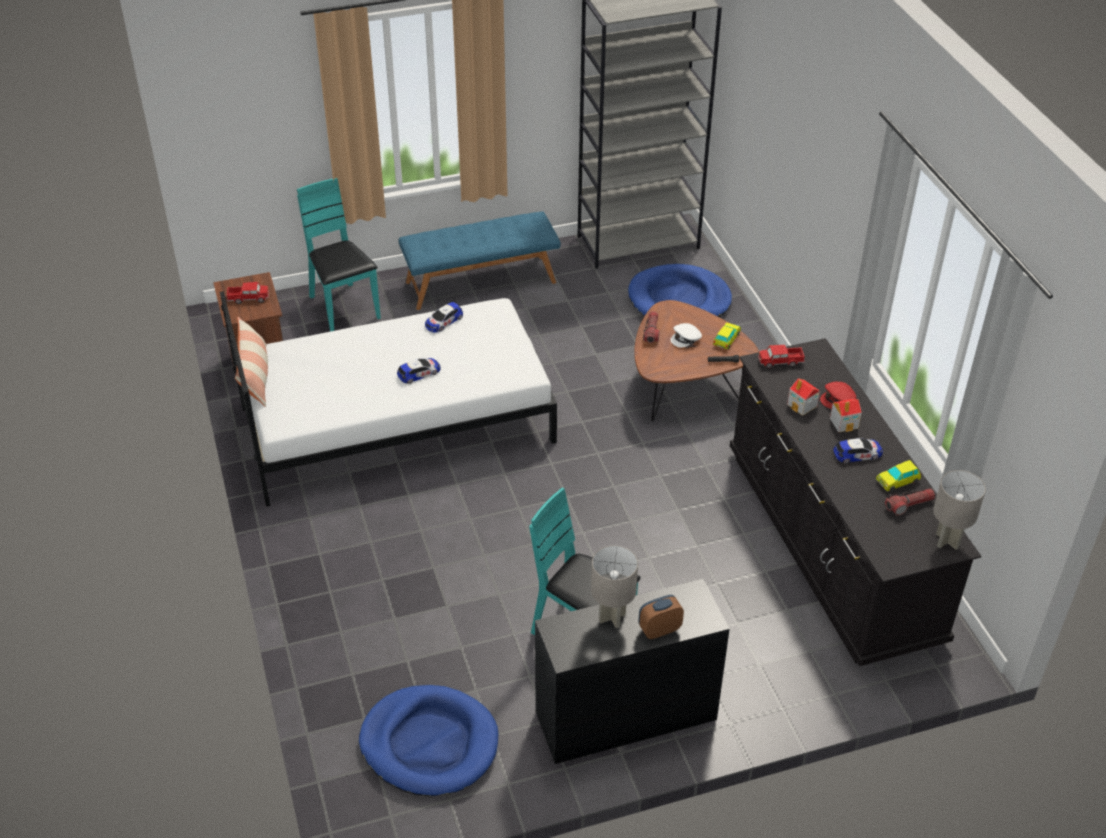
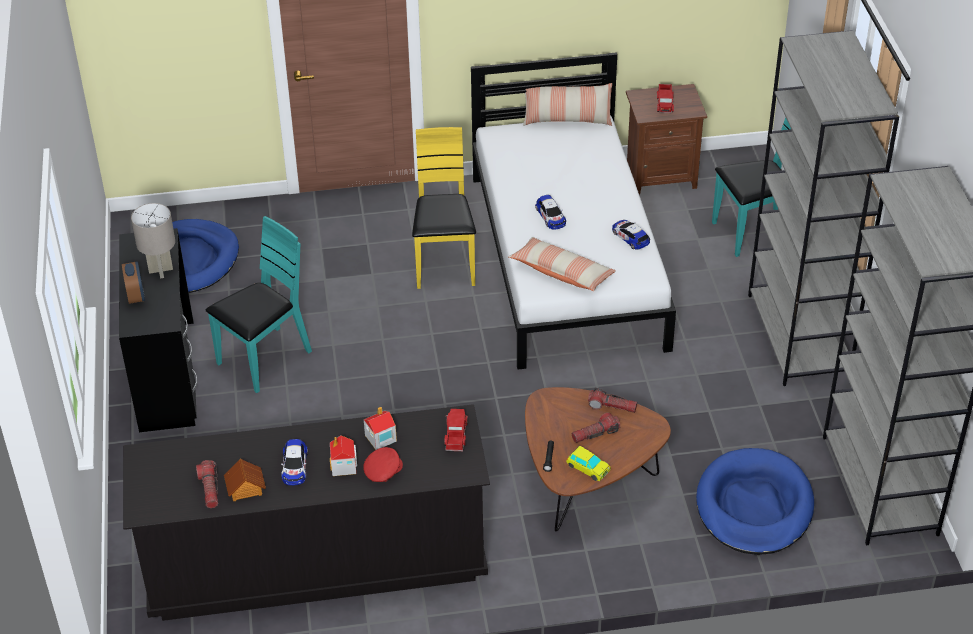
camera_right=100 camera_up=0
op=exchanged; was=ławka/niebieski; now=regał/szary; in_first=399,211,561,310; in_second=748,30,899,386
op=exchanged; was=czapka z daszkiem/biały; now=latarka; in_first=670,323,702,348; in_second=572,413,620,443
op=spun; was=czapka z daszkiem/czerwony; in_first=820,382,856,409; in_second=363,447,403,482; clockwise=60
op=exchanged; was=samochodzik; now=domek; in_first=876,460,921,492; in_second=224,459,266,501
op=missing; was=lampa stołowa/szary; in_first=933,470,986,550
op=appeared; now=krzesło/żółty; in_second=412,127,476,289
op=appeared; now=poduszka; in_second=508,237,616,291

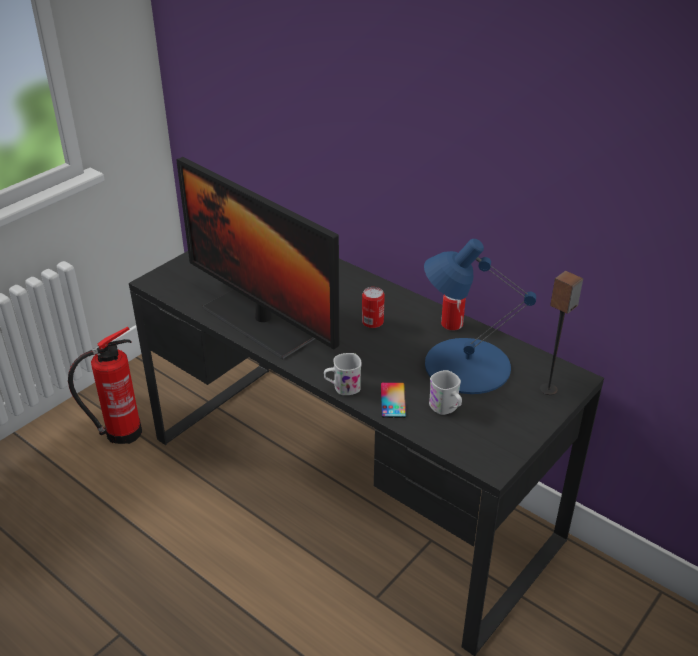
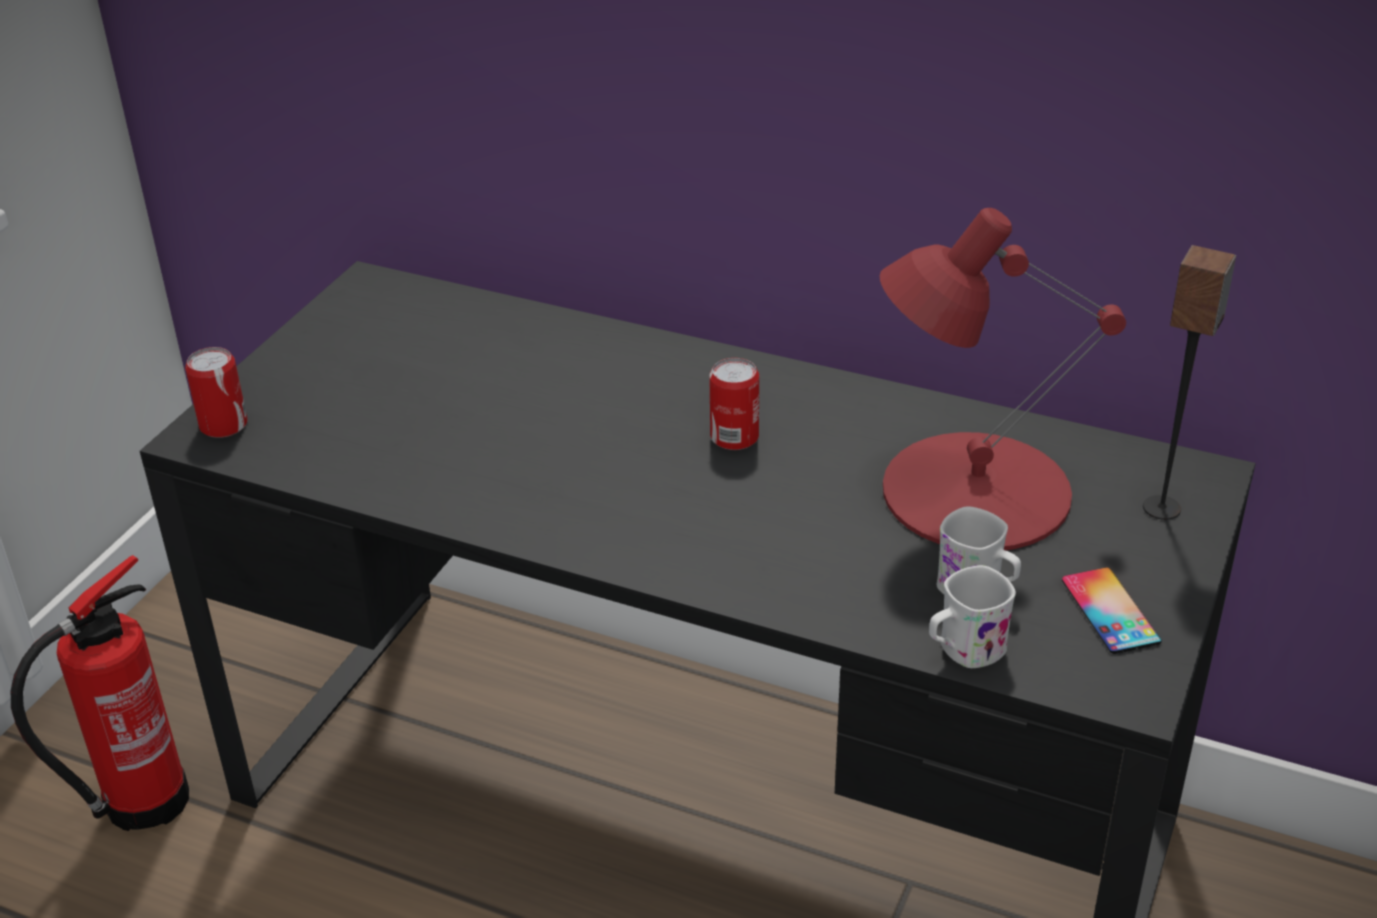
camera_right=-15 camera_up=0
op=missing; was=monitor; in_first=176,157,340,359
op=colour; was=lampa stołowa/niebieski; now=lampa stołowa/czerwony; in_first=424,239,536,394; in_second=880,208,1126,550
op=relocated; was=puszka; in_first=441,295,466,331; in_second=185,347,248,438
op=relocated; was=kubek/biały; in_first=324,353,362,395; in_second=929,565,1016,668
op=relocated; was=telefon; in_first=381,382,407,418; in_second=1062,567,1162,654

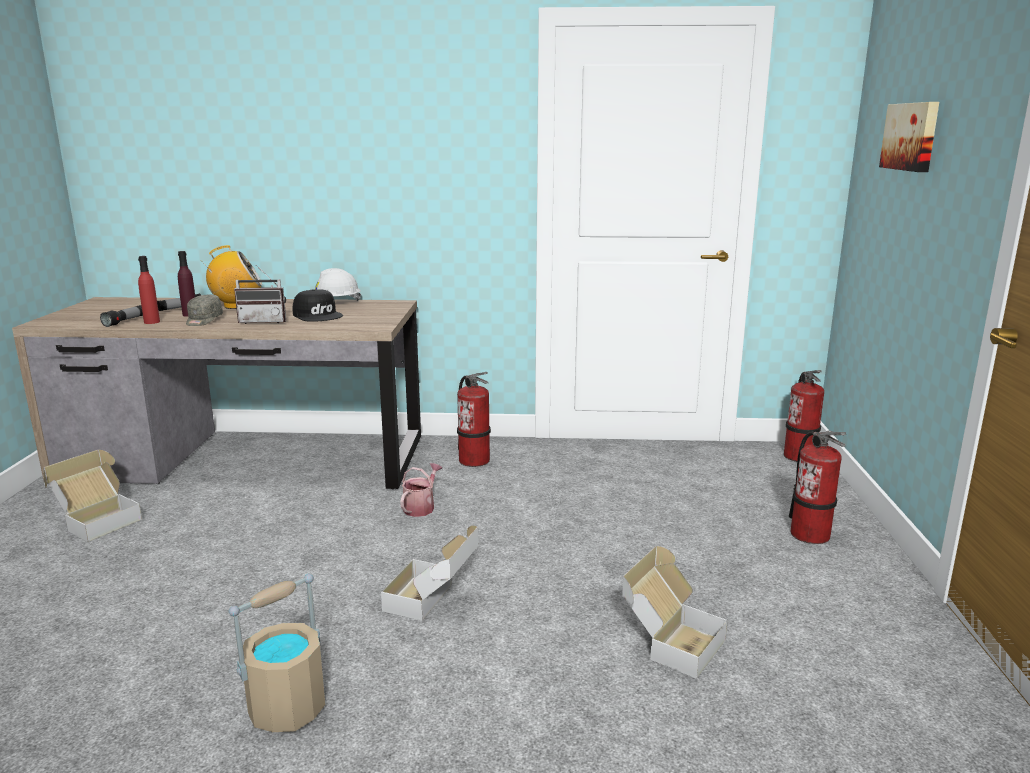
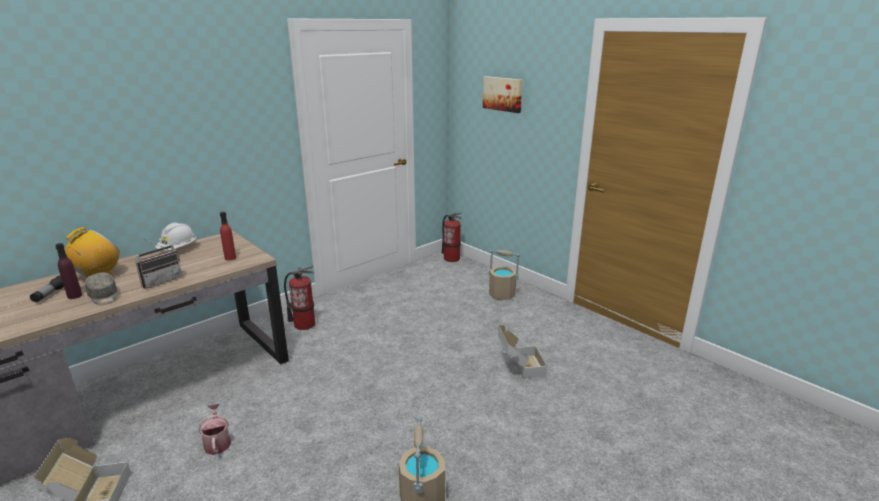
camera_right=-45 camera_up=5
op=relocated; was=butelka/czerwony; in_first=138,256,160,324; in_second=220,212,236,261
op=missing; was=czapka z daszkiem/czarny; in_first=293,289,343,322
op=missing; was=latarka; in_first=100,305,143,327
op=exchanged; was=gaśnica; now=wiadro/beżowy; in_first=789,431,846,544; in_second=489,249,520,300
op=relocated; was=konewka; in_first=400,463,442,517; in_second=198,404,231,455
op=missing; was=karton; in_first=381,526,478,621

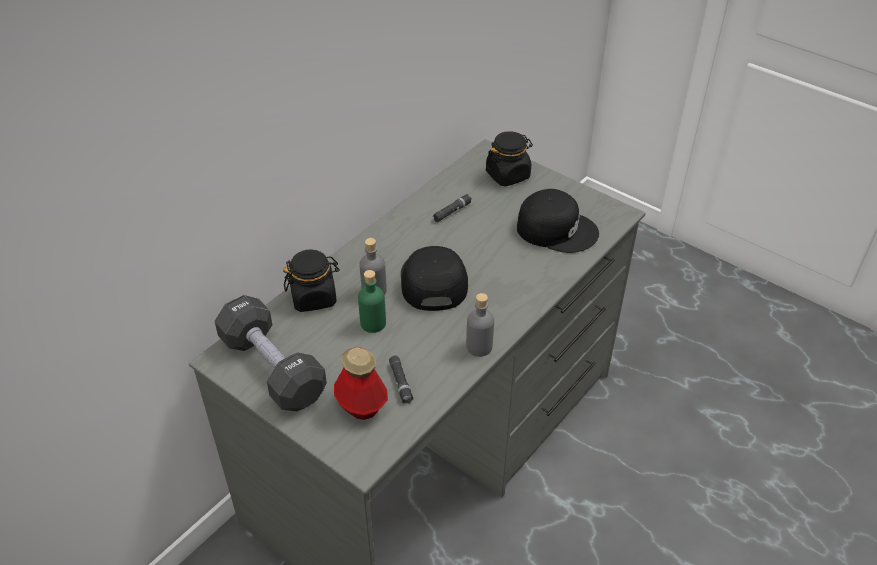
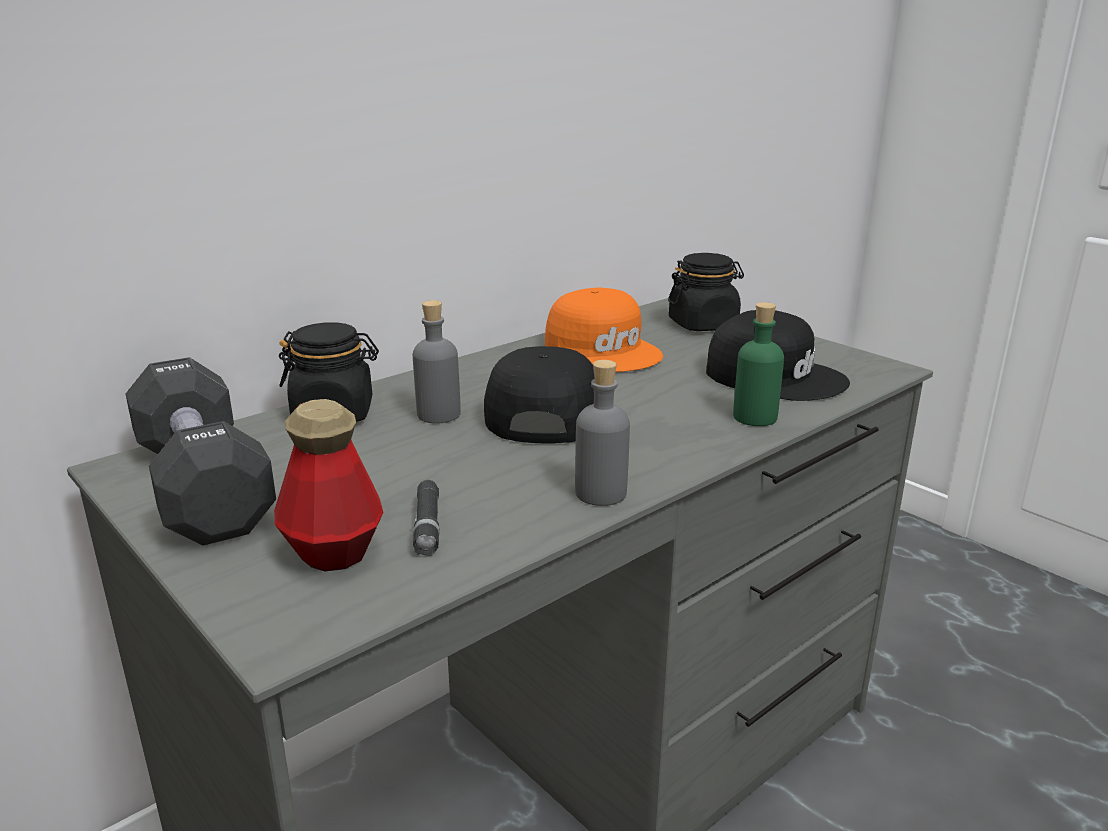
camera_right=10 camera_up=-20
op=exchanged; was=latarka/czarny; now=czapka z daszkiem/pomarańczowy; in_first=433,194,472,222; in_second=545,288,663,372
op=relocated; was=butelka/zielony; in_first=358,270,386,333; in_second=733,302,784,426

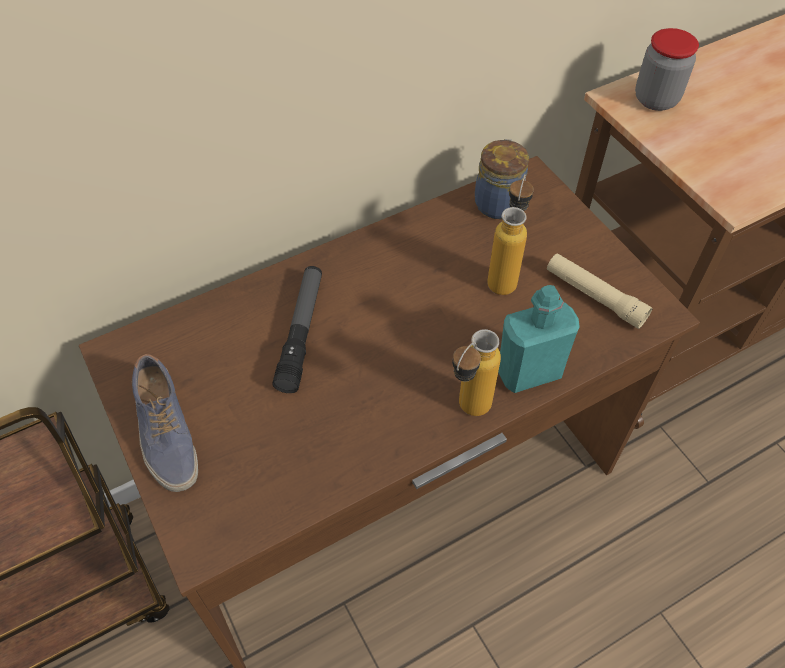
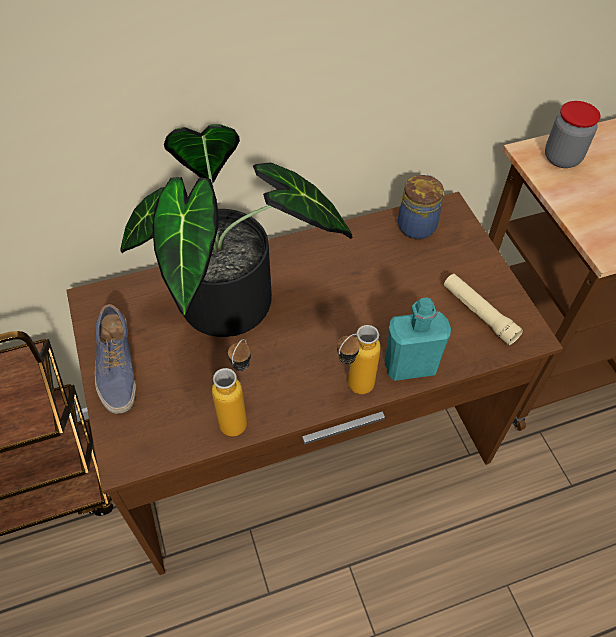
camera_right=10 camera_up=0
op=relocated; was=butelka; in_first=487,174,534,295; in_second=212,339,251,437
op=exchanged; was=latarka; now=roślina doniczkowa; in_first=272,266,322,393; in_second=120,124,352,337

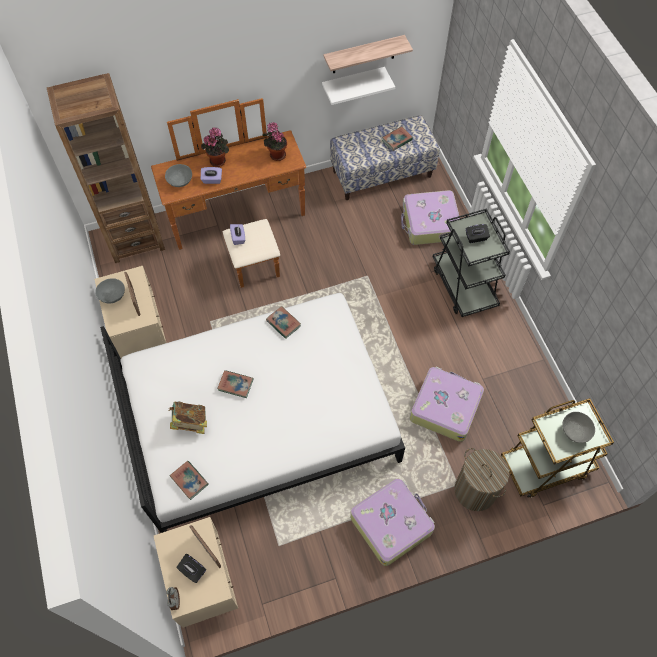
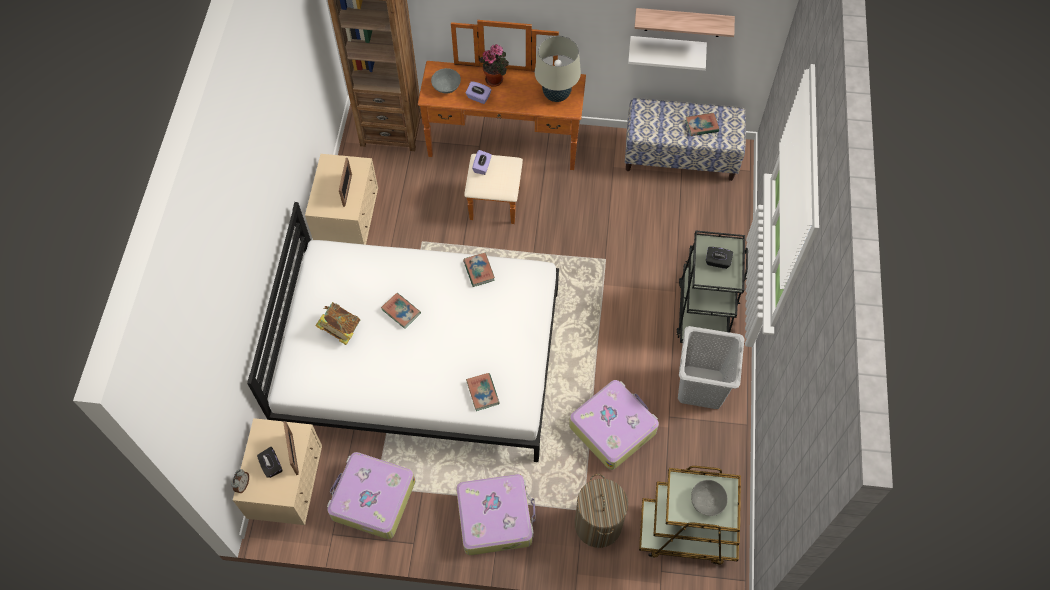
camera_right=25 camera_up=0
op=exchanged; was=roślina doniczkowa; now=lampa stołowa/beżowy; in_first=262,122,287,161; in_second=535,36,581,102
op=relocated; was=walizka; in_first=401,190,460,245; in_second=327,452,415,539
op=missing; was=miska/szary; in_first=95,278,125,304
op=relocated; was=książka; in_first=169,461,209,500; in_second=466,373,500,411
op=appeared; now=kosz na pranie/szary; in_second=678,326,744,409

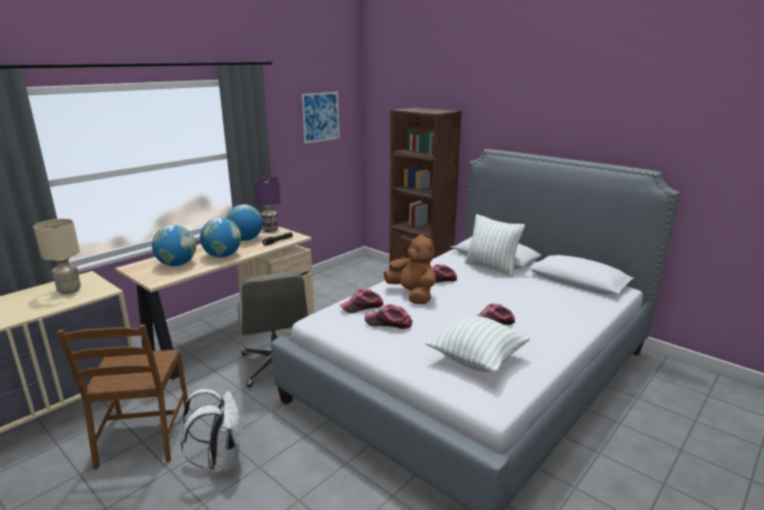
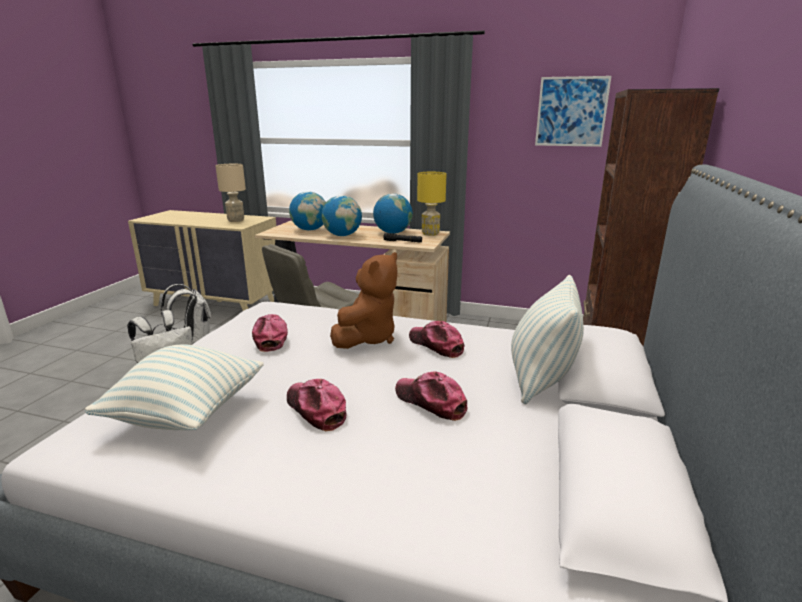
camera_right=65 camera_up=0
op=colour; was=lampa stołowa/fioletowy; now=lampa stołowa/żółty; in_first=254,177,281,232; in_second=417,172,446,236
op=relocated; was=czapka z daszkiem; in_first=340,289,384,314; in_second=395,371,468,421
op=exchanged; was=krzesło/brązowy; now=plecak/biały; in_first=57,324,189,469; in_second=161,284,211,345

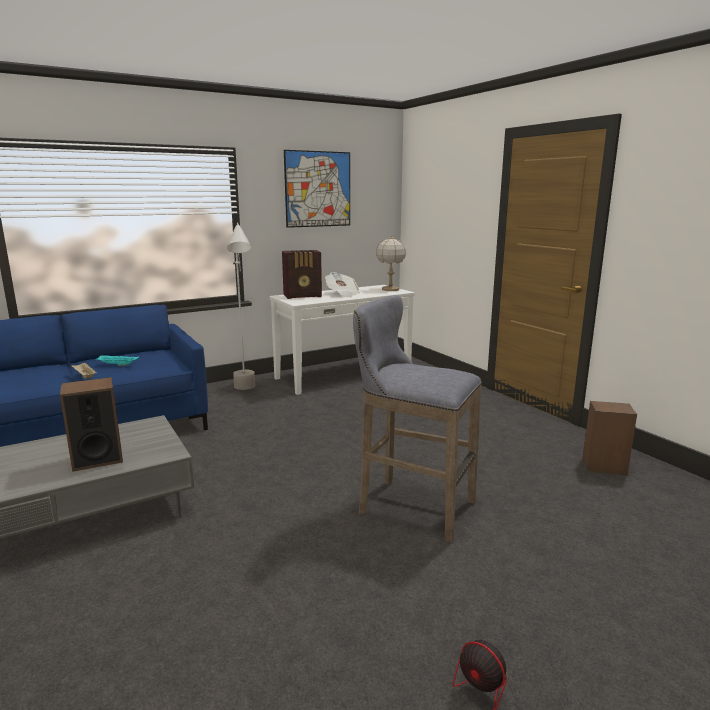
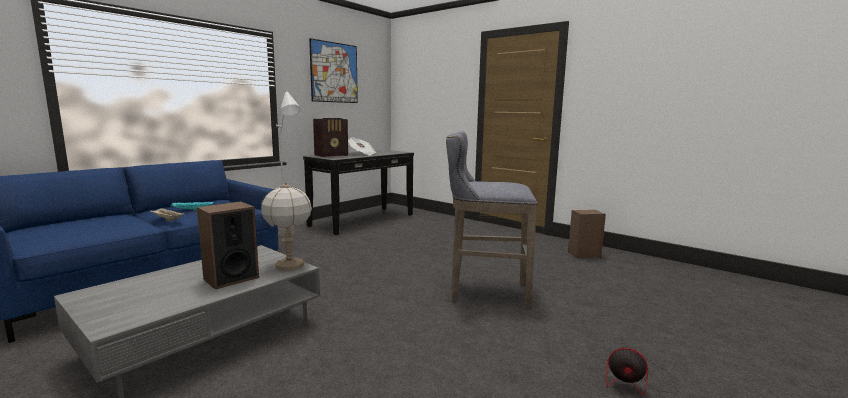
camera_right=-20 camera_up=-5
op=relocated; was=lampa stołowa; in_first=376,236,406,291; in_second=261,182,312,271
op=colour; was=stolik konsolowy/biały; now=stolik konsolowy/czarny; in_first=270,285,415,395; in_second=303,150,414,235

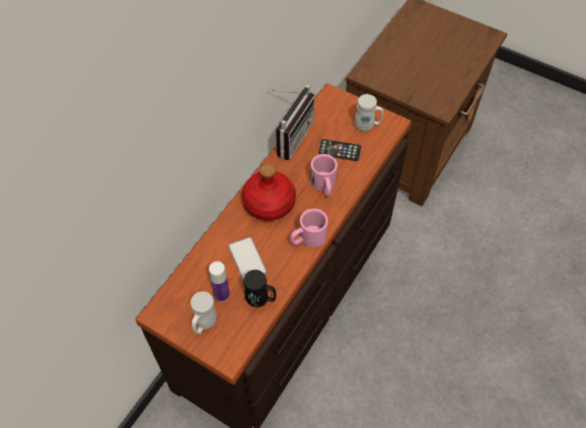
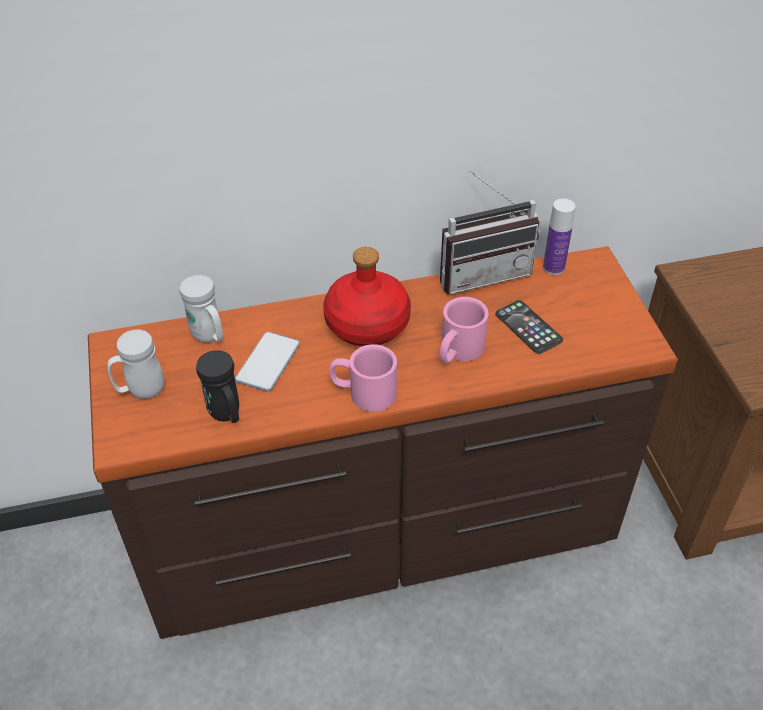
camera_right=45 camera_up=-10
op=relocated; was=kubek/biały; in_first=355,94,383,131; in_second=180,275,223,343
op=relocated; was=butelka; in_first=209,261,230,302; in_second=543,198,576,275

